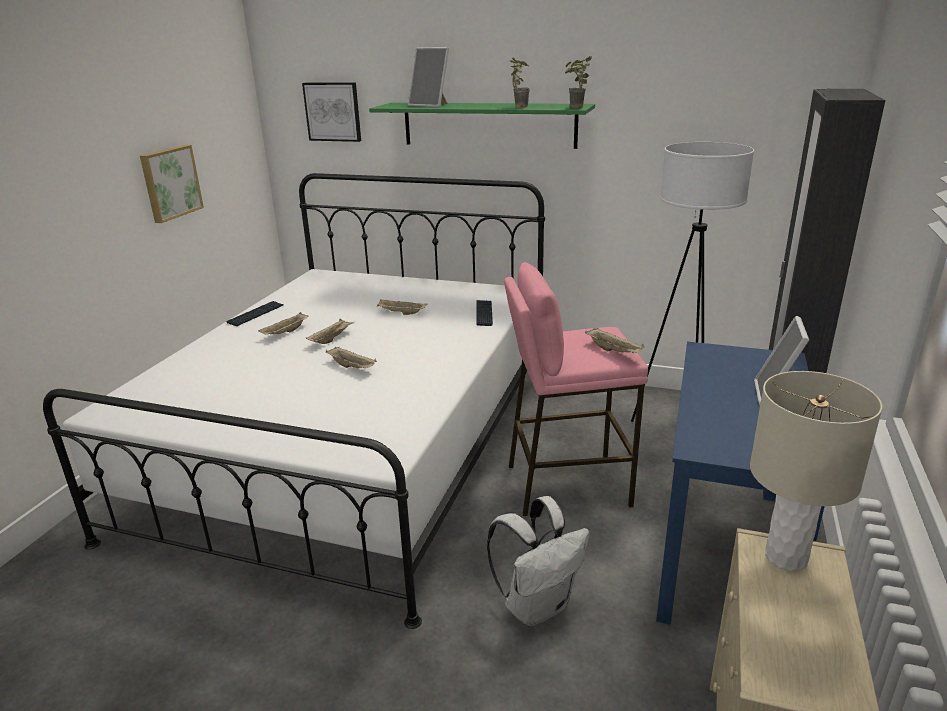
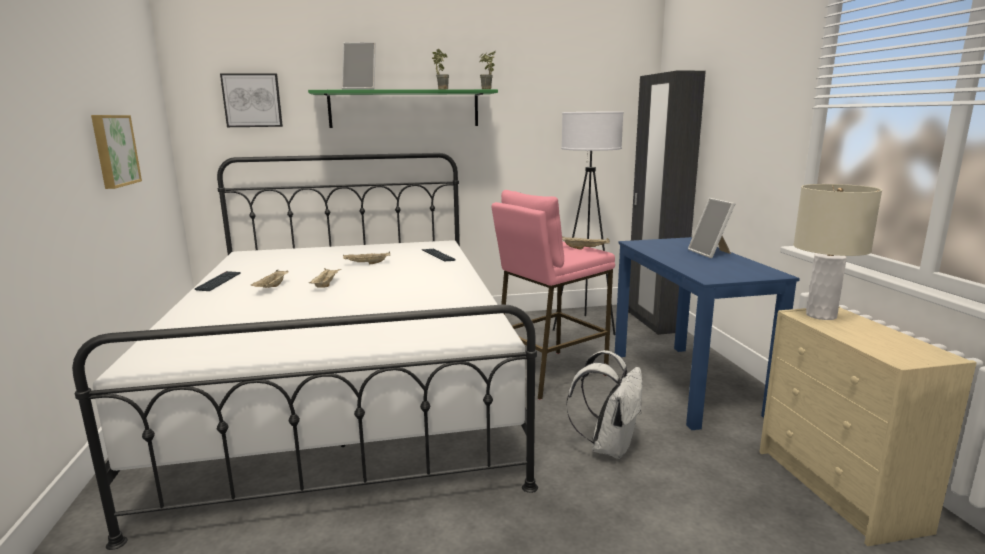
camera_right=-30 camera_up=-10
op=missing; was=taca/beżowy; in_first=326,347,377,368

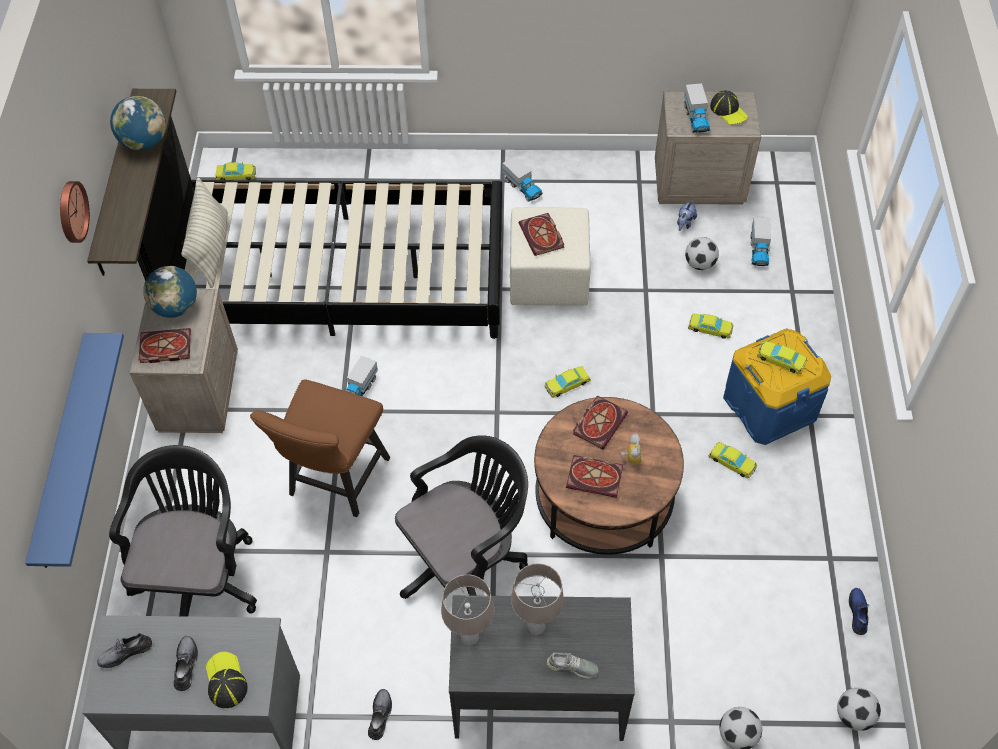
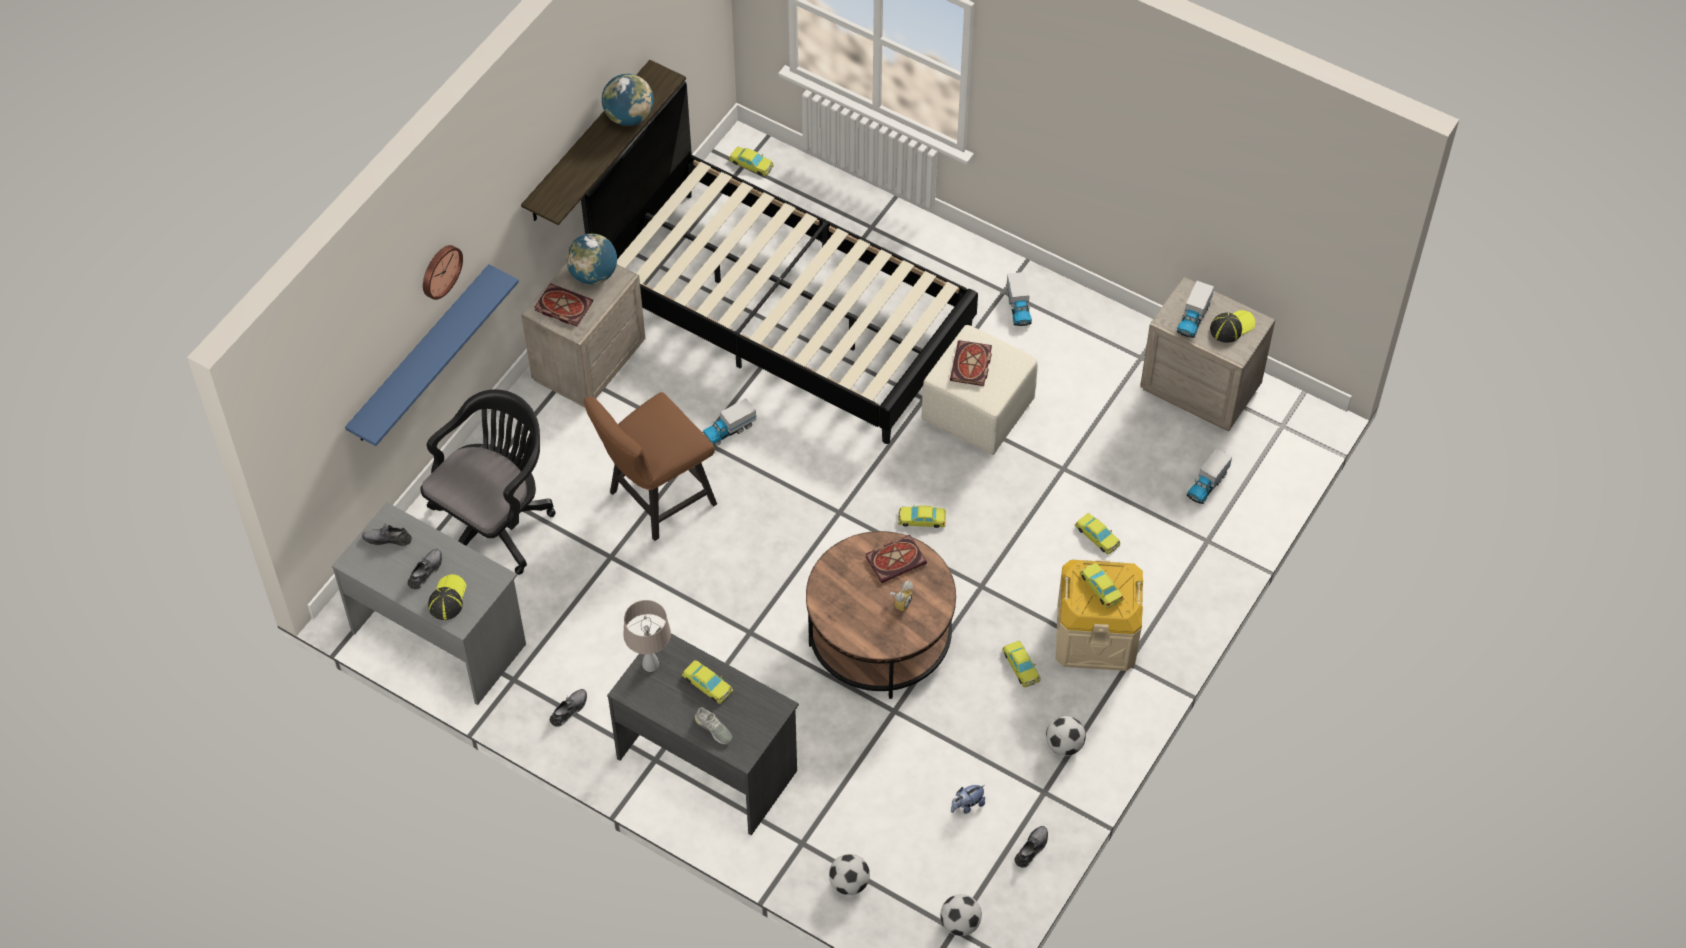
camera_right=30 camera_up=0
op=spun; was=czapka z daszkiem; in_first=710,90,748,125; in_second=1210,310,1255,343; clockwise=-120
op=missing; was=poduszka; in_first=181,177,228,288
op=relocated; was=zegar ścienny; in_first=60,181,90,243; in_second=423,245,463,300
op=relocated; was=pluszak; in_first=677,200,697,231; in_second=951,785,985,814
op=relocated; was=piłka futbolowa; in_first=685,237,719,270; in_second=1046,716,1086,756
op=colour; was=pojemnik do przechowywania/niebieski; now=pojemnik do przechowywania/beżowy; in_first=723,329,831,445; in_second=1056,560,1143,671
op=missing; was=krzesło biurowe/czarny; in_first=395,435,528,599
op=missing; was=książka; in_first=566,455,623,498
op=exchanged; was=lampa stołowa/beżowy; now=samochodzik/żółty; in_first=511,563,564,635; in_second=682,660,733,704
op=colour; was=but/niebieski; now=but/szary; in_first=849,588,869,635; in_second=1014,826,1048,867

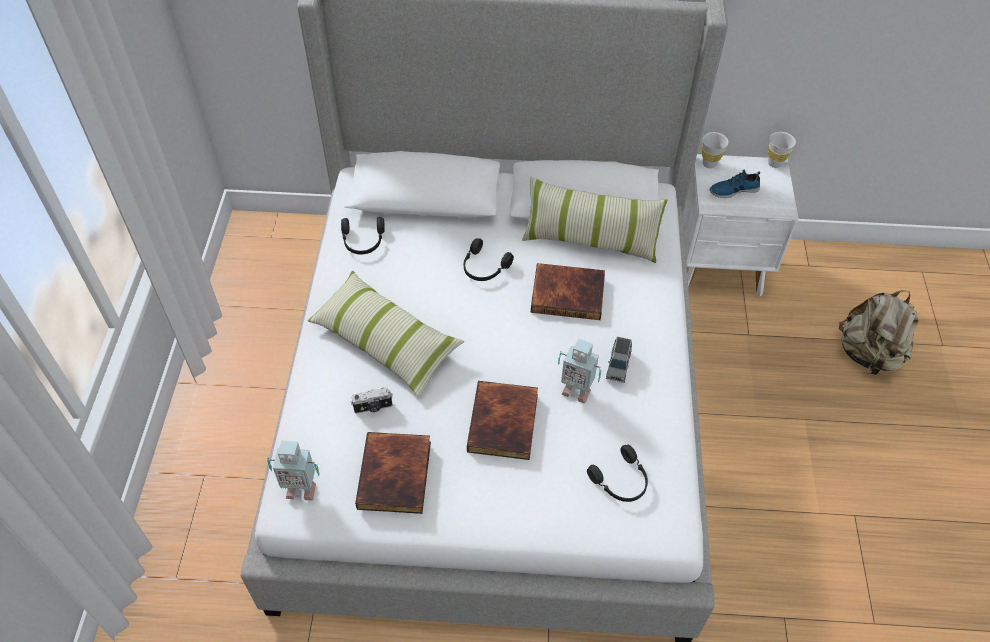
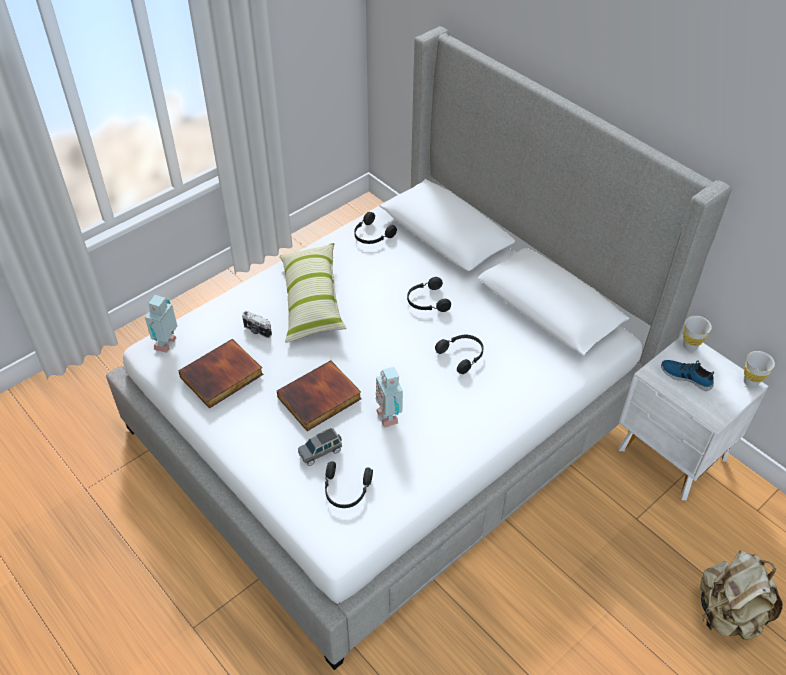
camera_right=45 camera_up=-5
op=missing; was=poduszka; in_first=522,177,667,263
op=exchanged; was=książka; now=słuchawki/czarny; in_first=531,263,605,320; in_second=435,335,484,374
op=relocated; was=samochodzik/szary; in_first=606,337,632,383; in_second=298,428,342,466
op=spun; was=robot zabawkowy; in_first=267,440,319,500; in_second=145,295,177,353; clockwise=60

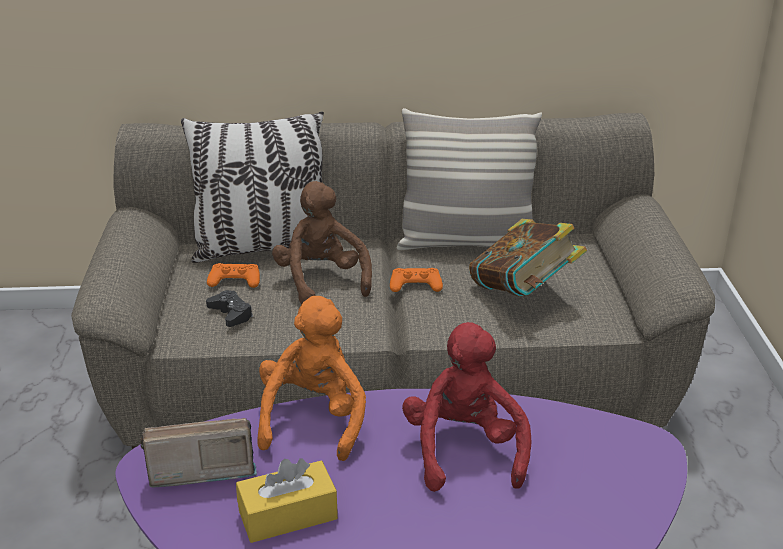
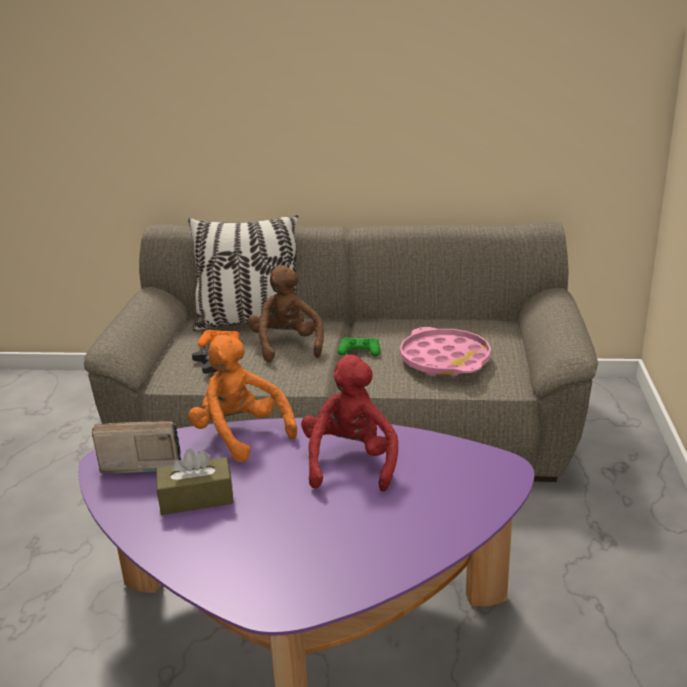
camera_right=10 camera_up=-5
op=missing; was=poduszka; in_first=397,108,542,250
op=exchanged; was=książka; now=taca/różowy; in_first=469,219,587,296; in_second=400,327,491,376
op=colour; was=pad do gier/pomarańczowy; now=pad do gier/zielony; in_first=390,268,443,292; in_second=338,337,380,356
op=spun; was=pluszak/pomarańczowy; in_first=257,296,366,461; in_second=188,335,297,462; clockwise=-60
op=colour; was=pudełko chusteczek/żółty; now=pudełko chusteczek/brązowy; in_first=236,458,338,543; in_second=156,448,234,515

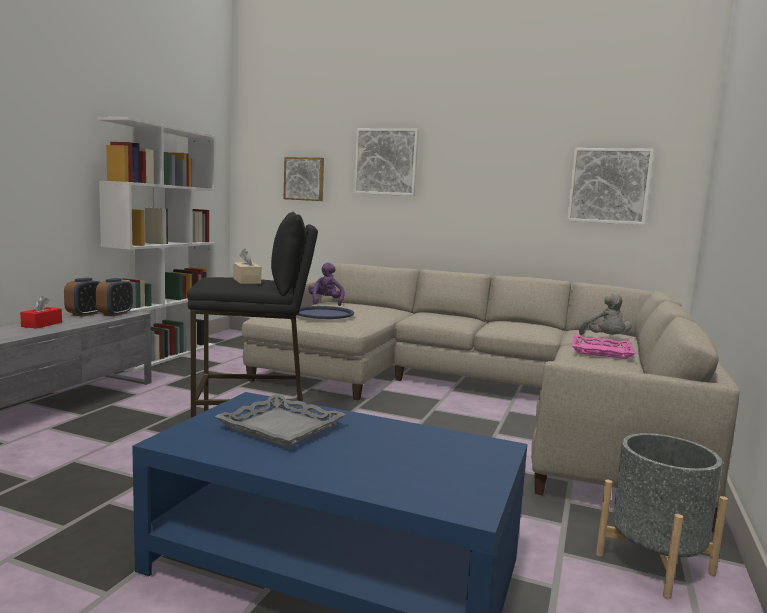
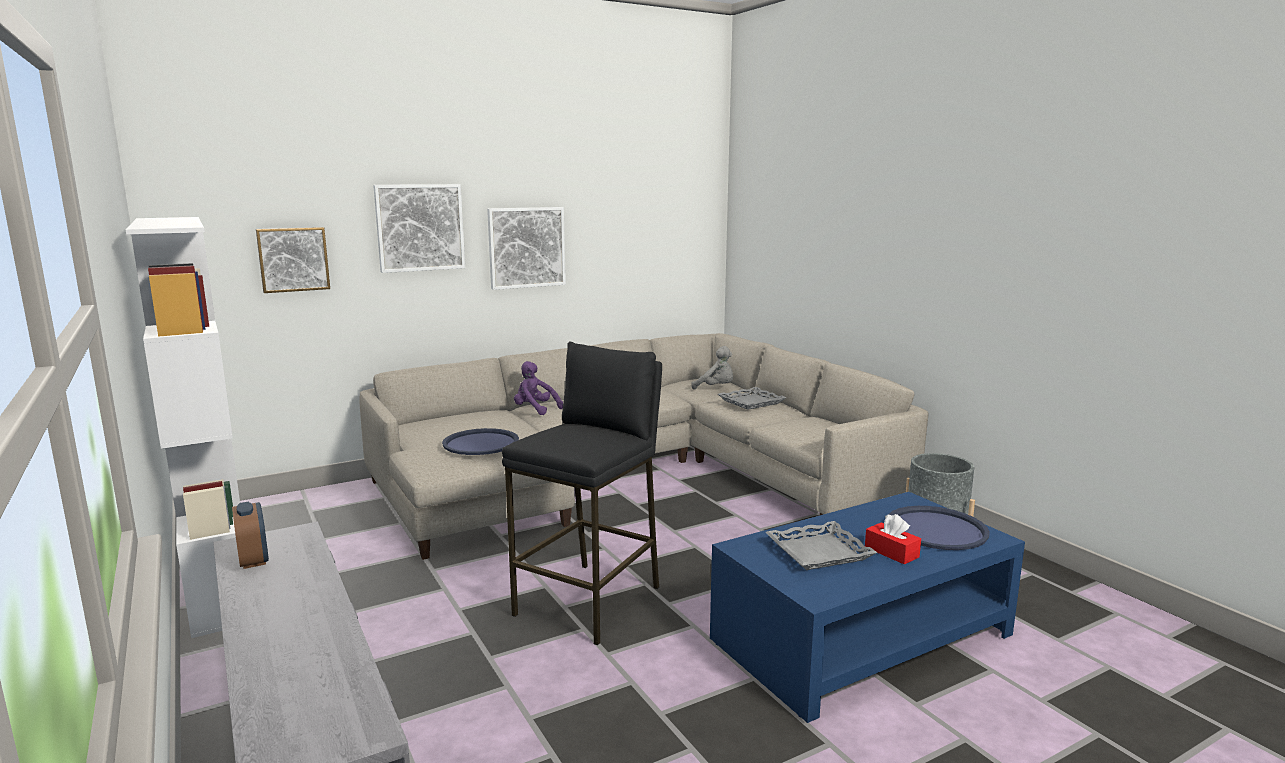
camera_right=-50 camera_up=5
op=relocated; was=obraz; in_first=567,148,654,225; in_second=487,207,566,290
op=missing; was=pudełko chusteczek/beżowy; in_first=233,248,261,284
op=relocated; was=pluszak/fioletowy; in_first=308,262,344,306; in_second=514,361,563,415
op=missing; was=budzik; in_first=96,278,133,316
op=relocated; was=pudełko chusteczek/czerwony; in_first=20,296,62,329; in_second=865,514,921,565
op=colour; was=taca/różowy; now=taca/szary; in_first=572,335,636,359; in_second=718,387,786,410
op=appeared; now=taca/niebieski; in_second=888,506,990,550

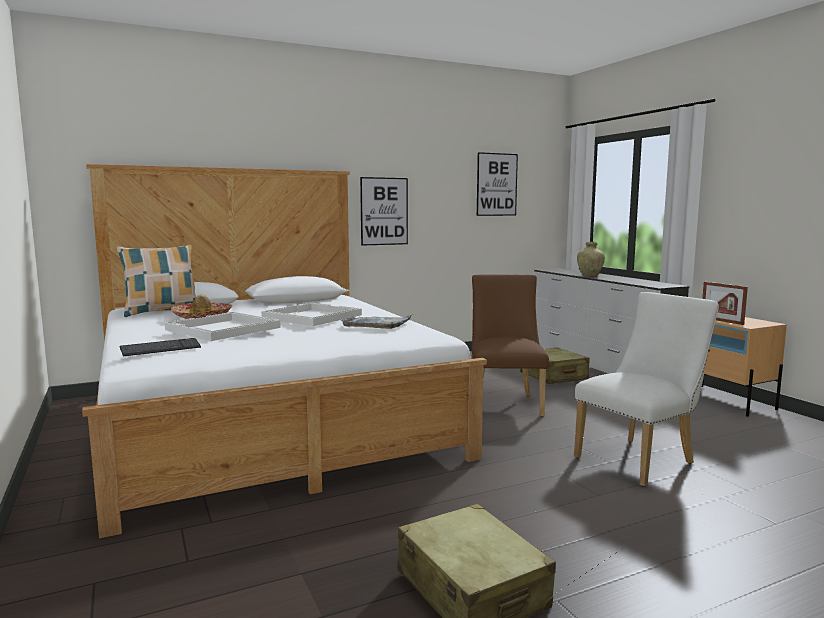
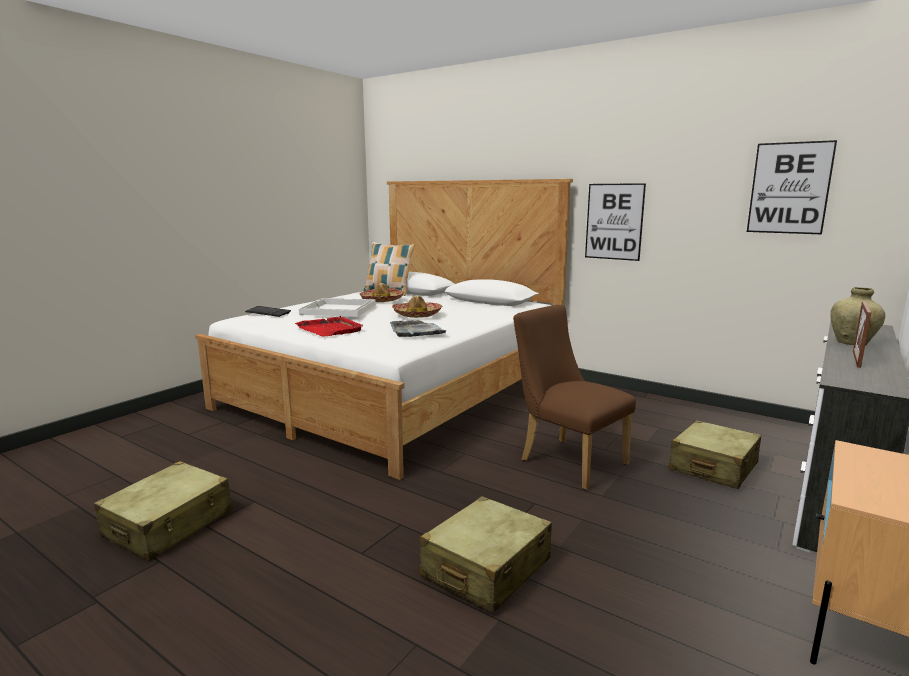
camera_right=60 camera_up=5
op=spun; was=krzesło/brązowy; in_first=472,274,549,417; in_second=513,305,636,490; clockwise=-105
op=relocated; was=ramka na zdjęcie; in_first=702,282,748,325; in_second=853,301,871,368
op=exchanged; was=krzesło/biały; now=walizka/beżowy; in_first=574,292,719,487; in_second=420,496,552,613
op=exchanged; was=taca/biały; now=kapelusz; in_first=261,302,362,326; in_second=392,295,443,318
op=appeared; now=taca/czerwony; in_second=295,316,363,337

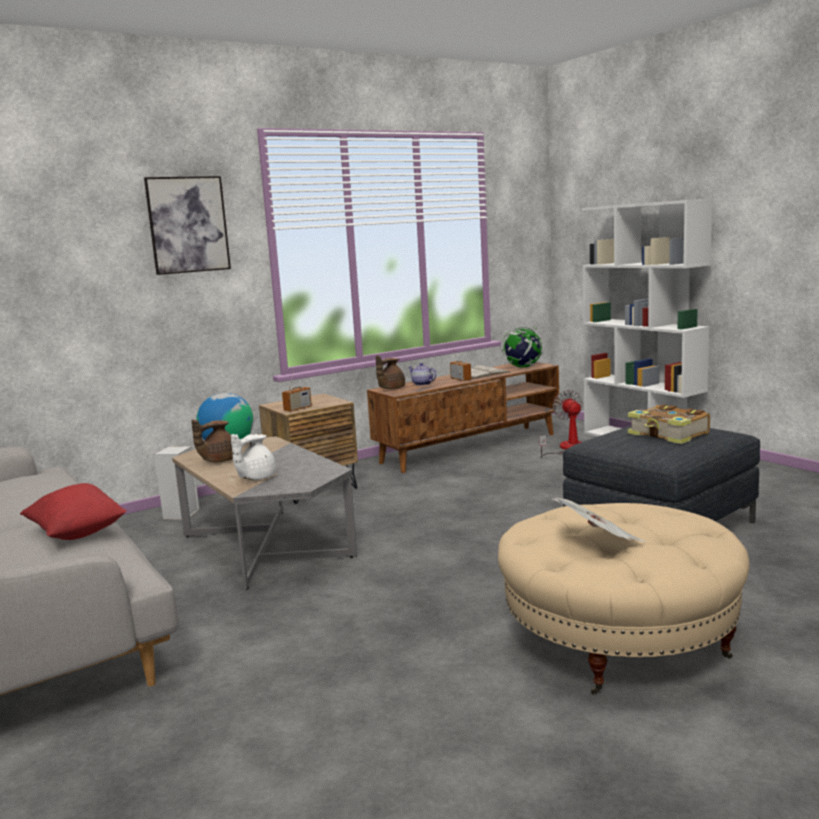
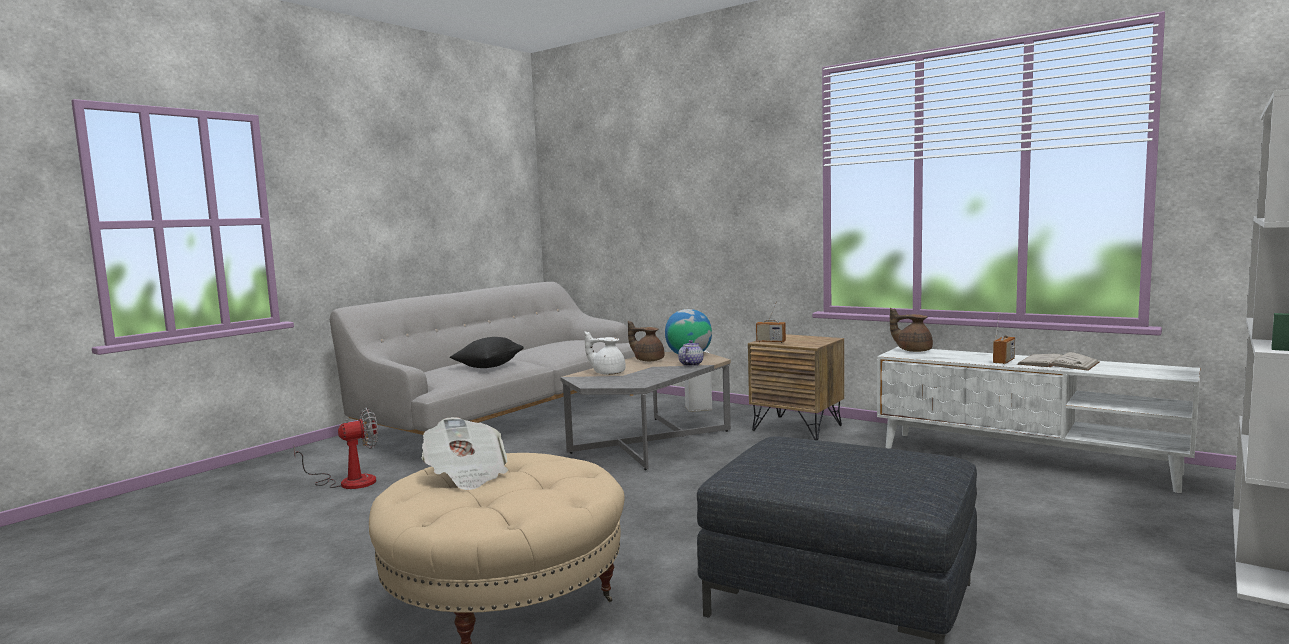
camera_right=70 camera_up=-5
op=missing; was=obraz; in_first=144,176,231,275
op=missing; was=globus; in_first=501,326,543,368
op=colour; was=szafka pod telewizor/brązowy; now=szafka pod telewizor/biały; in_first=367,362,559,473; in_second=877,347,1201,493
op=relocated; was=imbryk; in_first=408,363,436,386; in_second=678,340,704,366
op=relocated; was=wentylator; in_first=540,390,583,458; in_second=293,408,378,489
op=missing; was=książka; in_first=628,404,710,444
op=colour; was=poduszka/czerwony; now=poduszka/czarny; in_first=20,483,127,540; in_second=450,337,524,368

